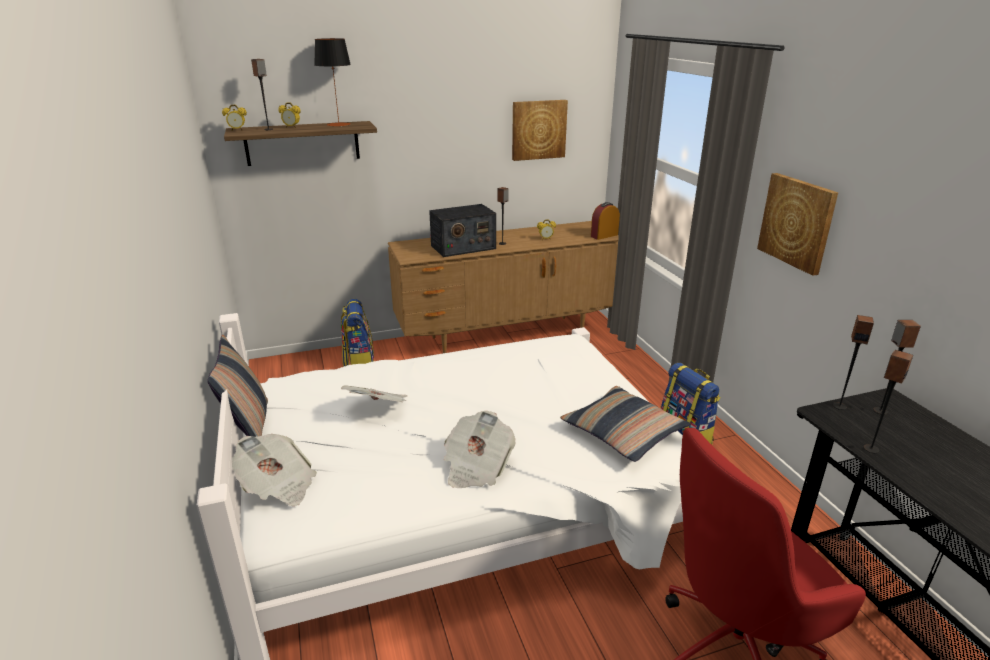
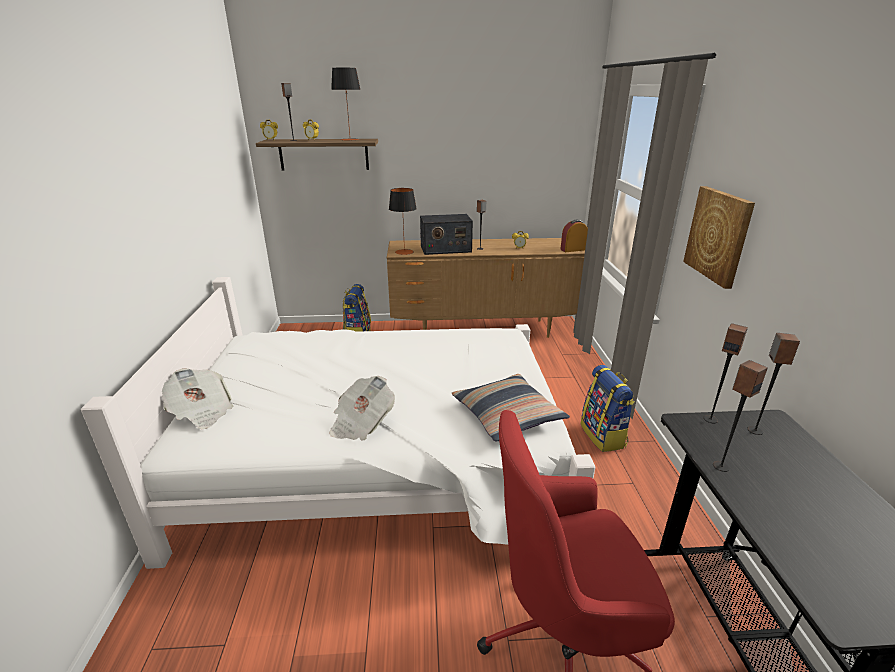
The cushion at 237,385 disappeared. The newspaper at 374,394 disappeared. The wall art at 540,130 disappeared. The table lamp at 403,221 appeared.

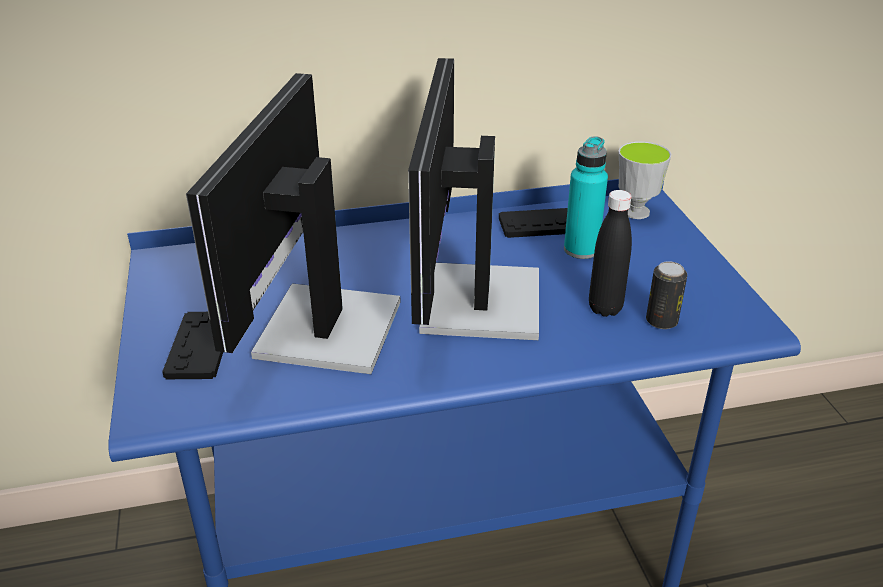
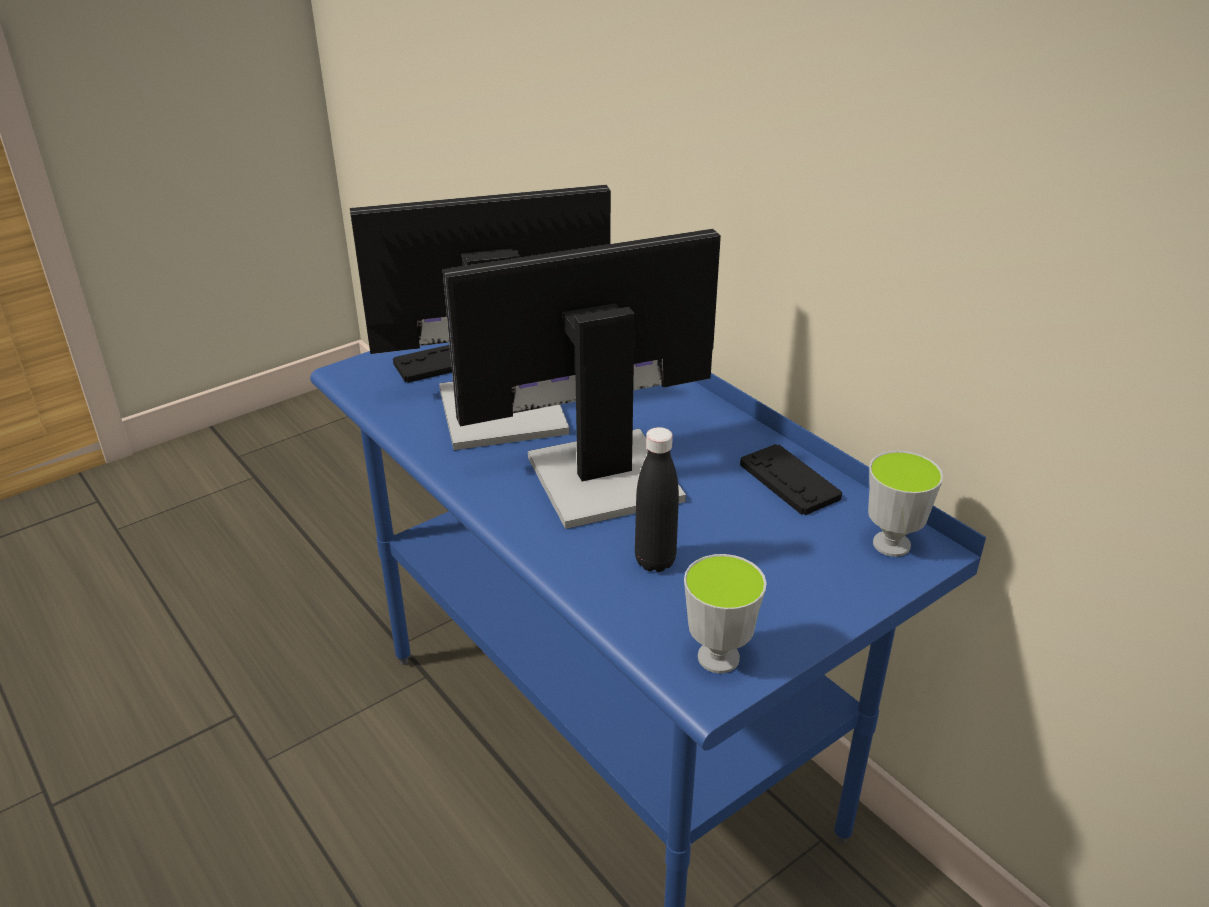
The turquoise bottle at 586,197 disappeared. The metal can at 666,295 disappeared. The cup at 725,613 appeared.

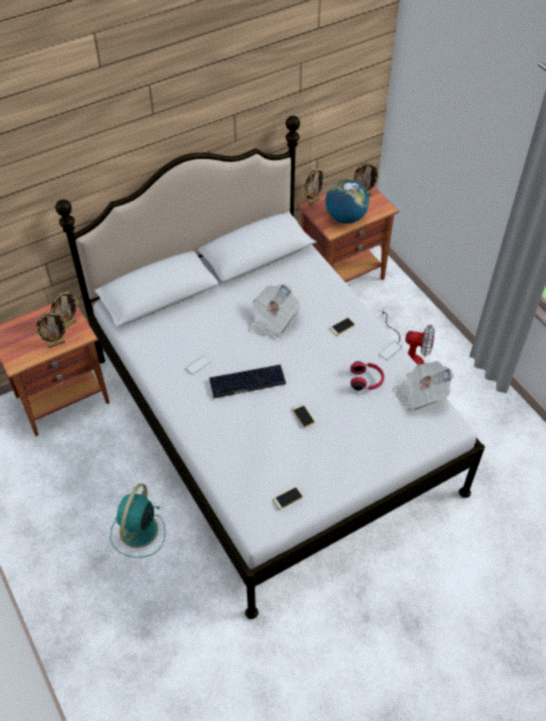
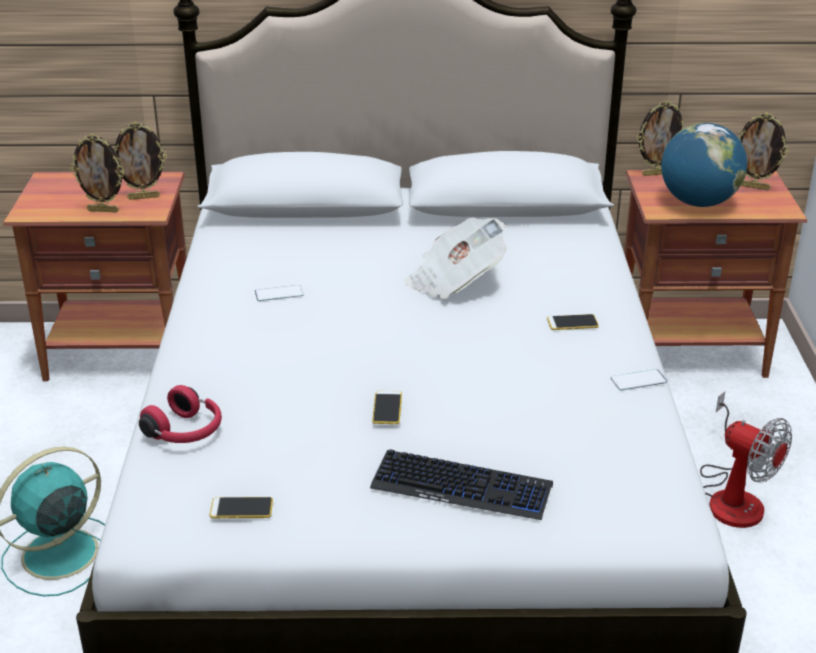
The computer keyboard moved from 247,381 to 461,484. The red headset moved from 367,376 to 180,414. The newspaper at 423,386 disappeared.

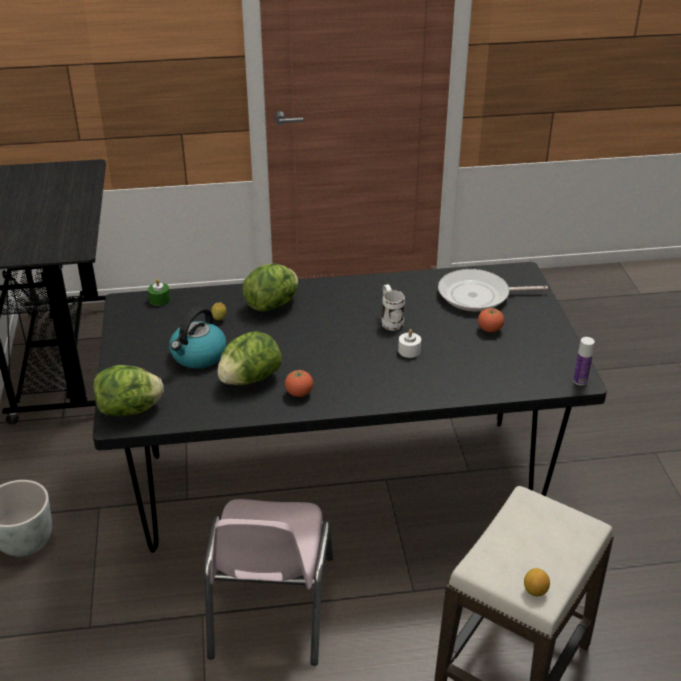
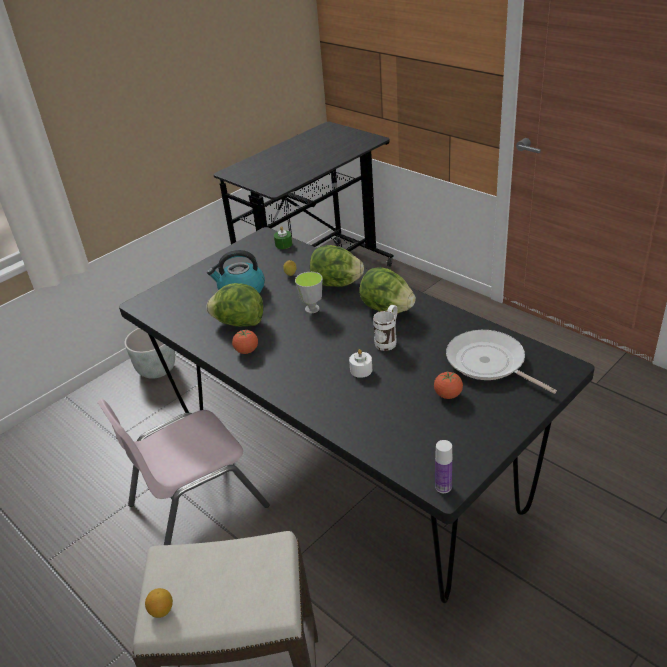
The head of lettuce moved from 128,390 to 387,290. The cup at 308,292 appeared.

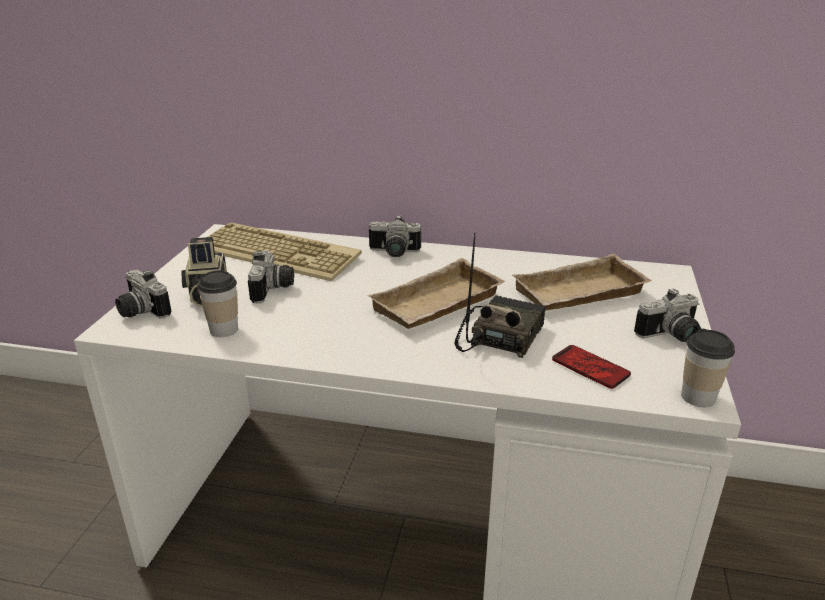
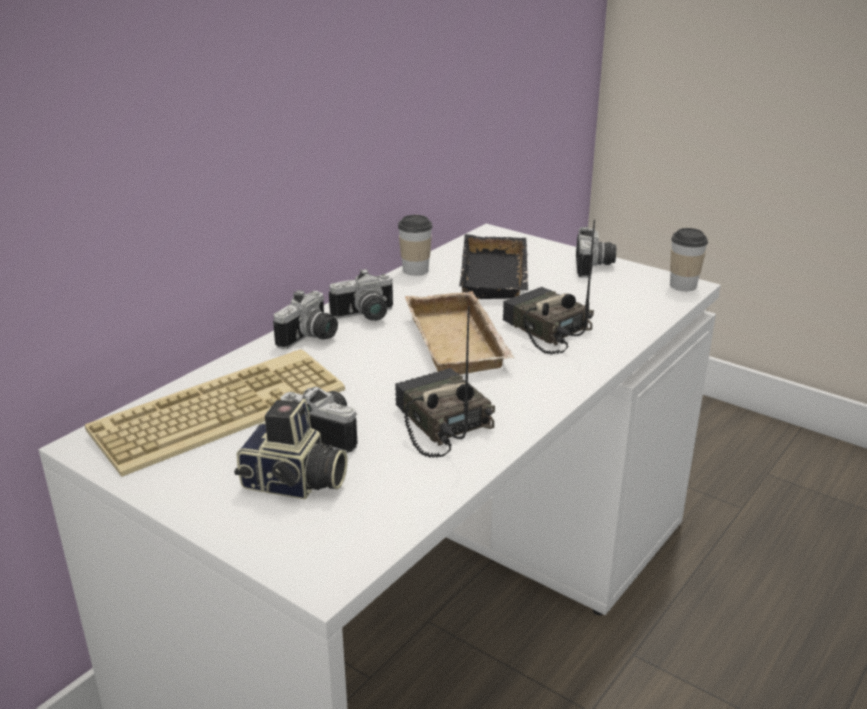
The photo camera moved from 143,293 to 361,295. The cup moved from 217,303 to 415,245. The beige serving tray at 582,282 became the black serving tray at 494,266. The handset at 591,367 disappeared. The radio receiver at 445,382 appeared.

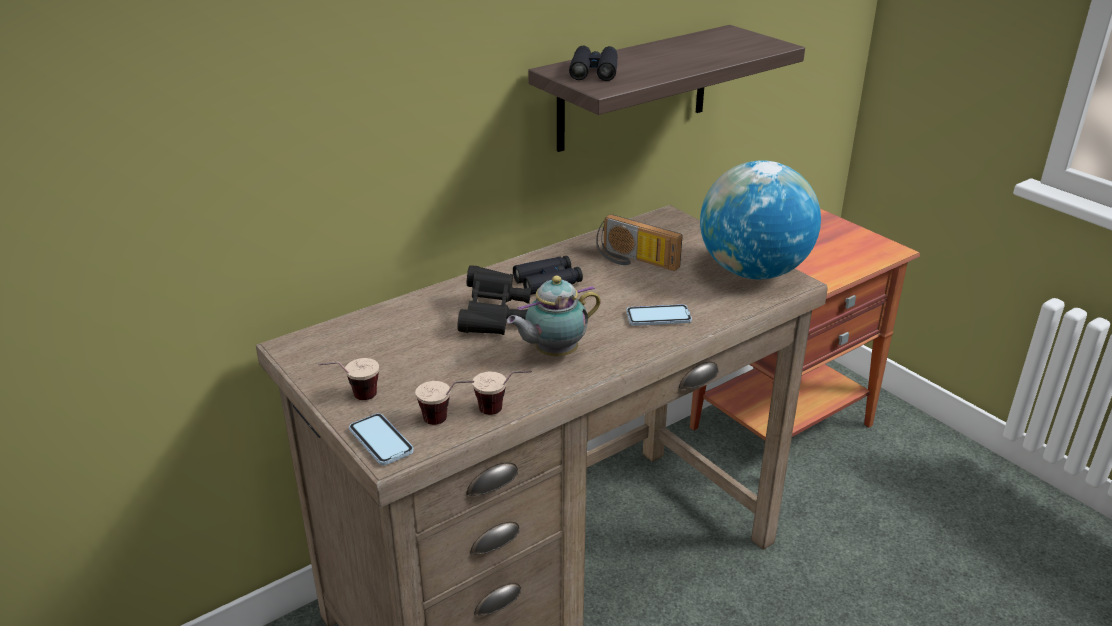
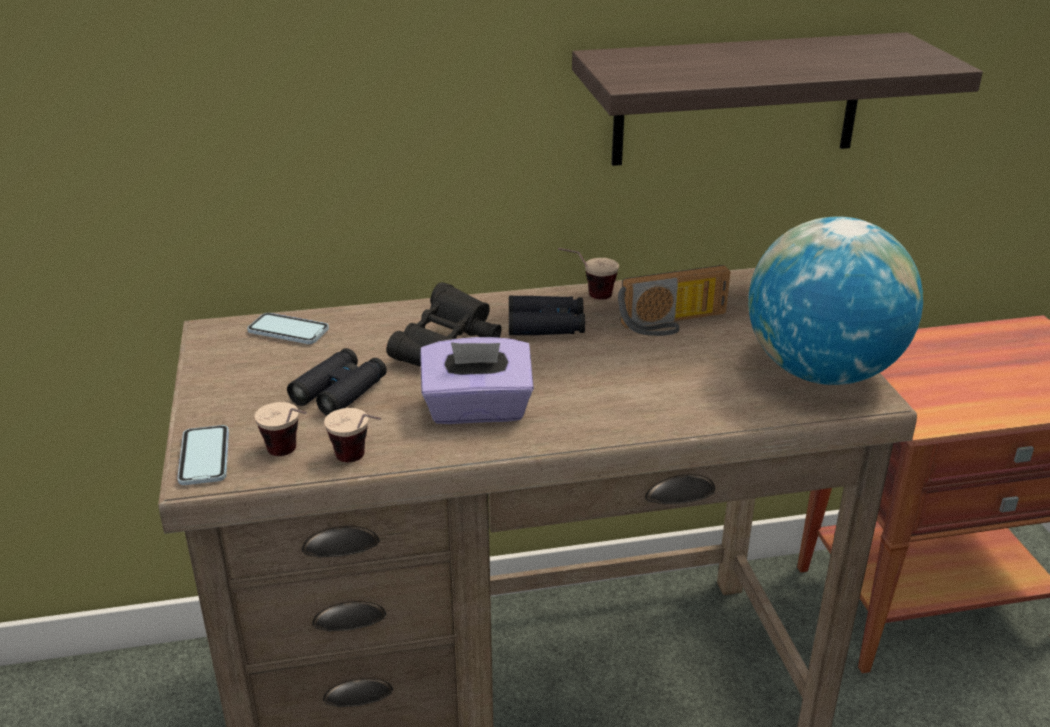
The cup moved from 348,379 to 588,274. The teapot at 553,316 was replaced by the purple box of tissues at 477,380. The black field glasses moved from 593,63 to 337,381. The radio receiver at 639,242 turned 75 degrees counterclockwise. The handset moved from 659,315 to 288,328.

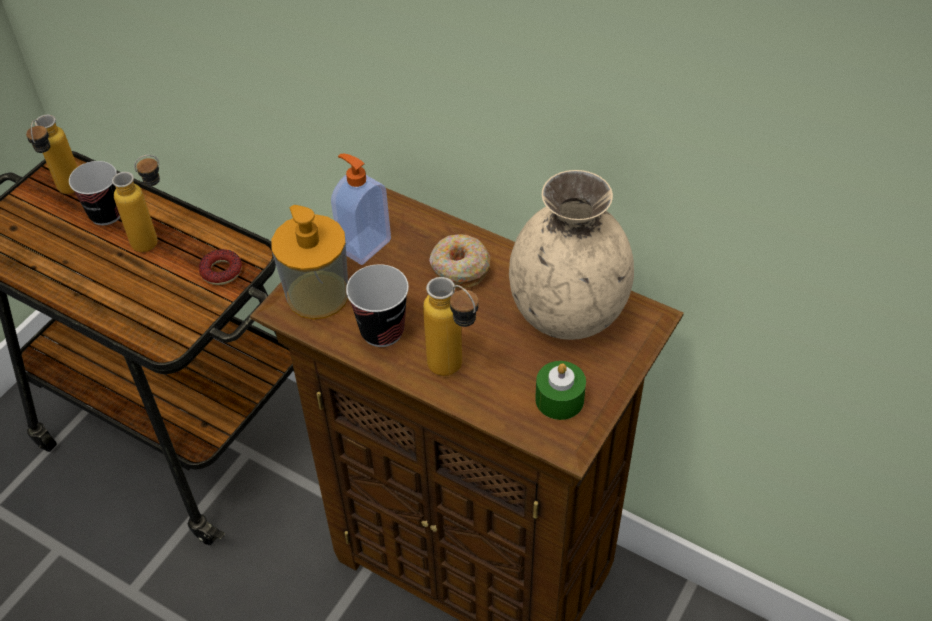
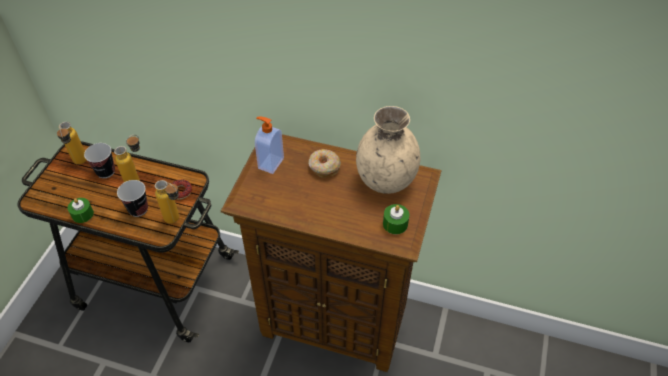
The soap bottle at 309,262 disappeared. The cup moved from 377,305 to 132,198. The bottle moved from 450,326 to 167,202. The greenish wax candle at 81,210 appeared.

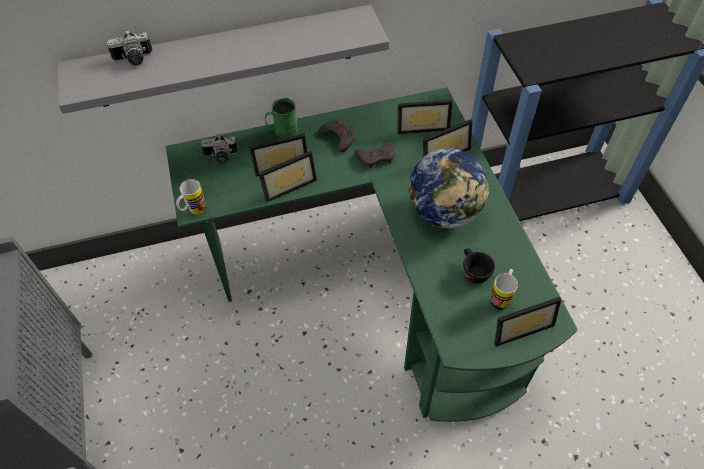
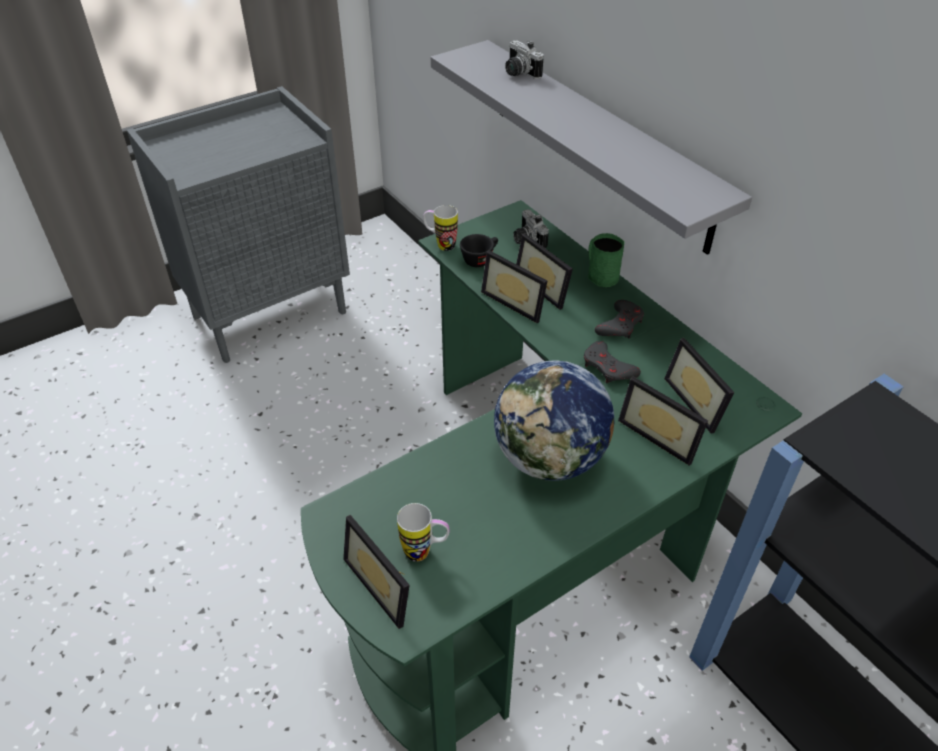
The black cup moved from 479,266 to 479,250.

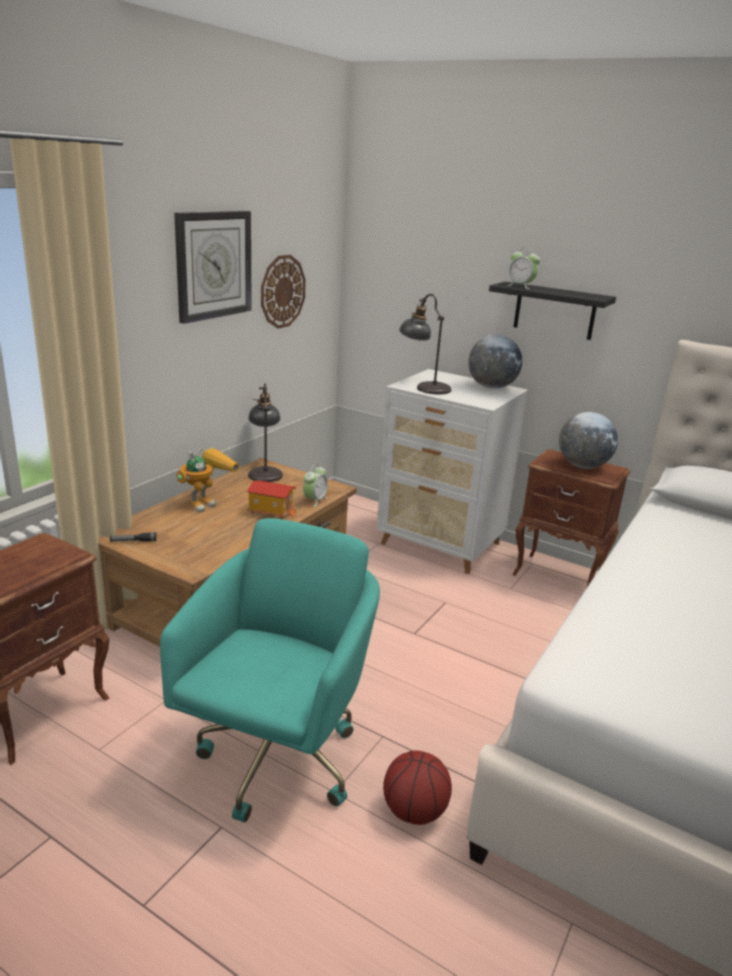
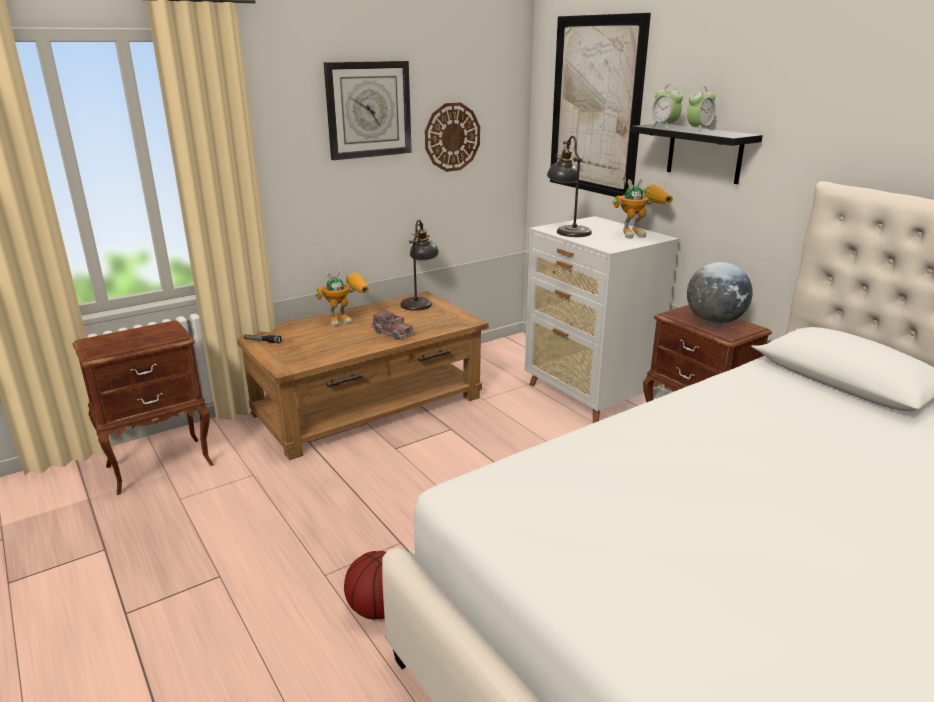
The turquoise office chair at 270,670 disappeared. The toy house at 272,499 was replaced by the toy lorry at 392,325. The bedside clock moved from 315,485 to 701,109. The desk globe at 495,362 was replaced by the model robot at 643,209. The wall art at 600,105 appeared.

